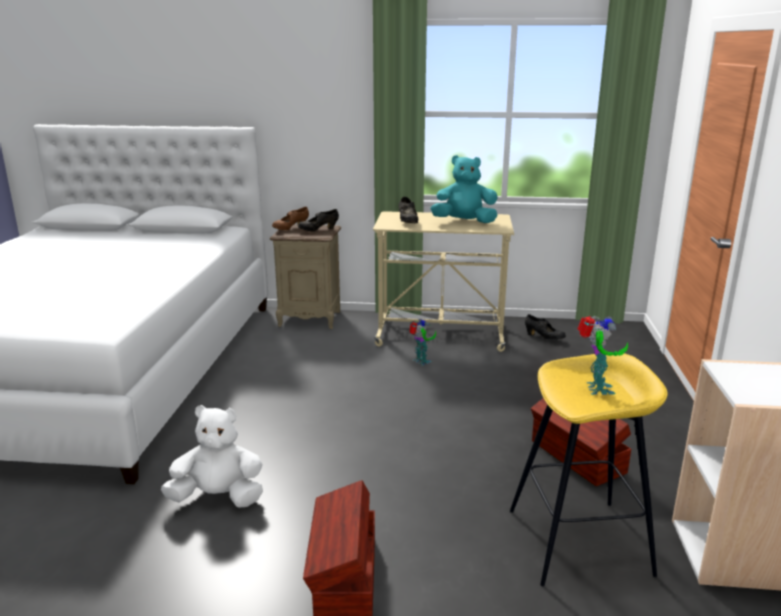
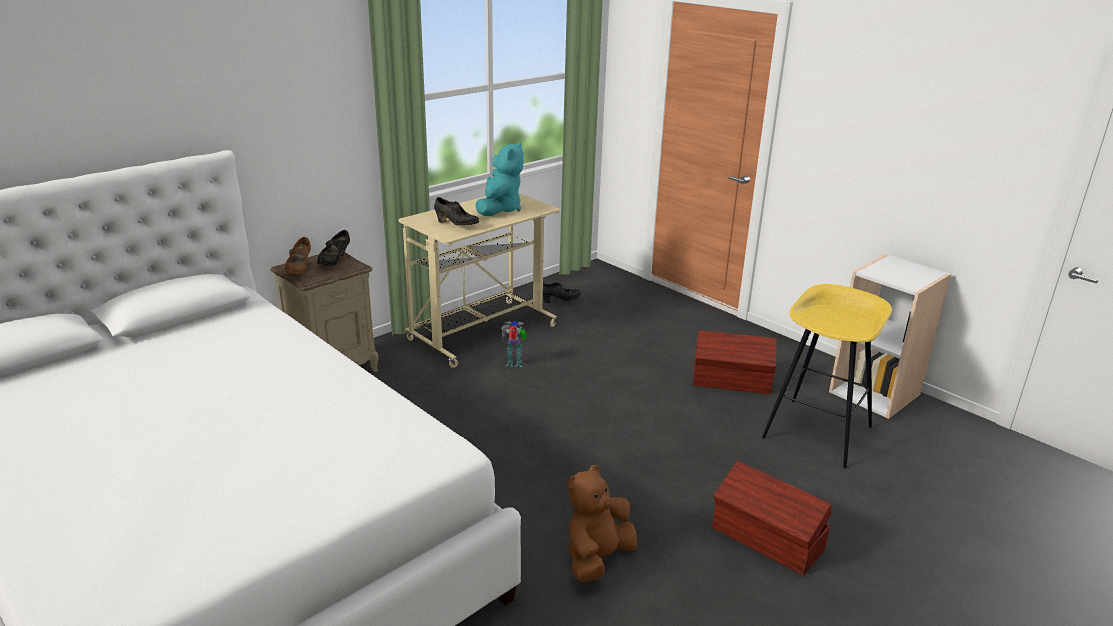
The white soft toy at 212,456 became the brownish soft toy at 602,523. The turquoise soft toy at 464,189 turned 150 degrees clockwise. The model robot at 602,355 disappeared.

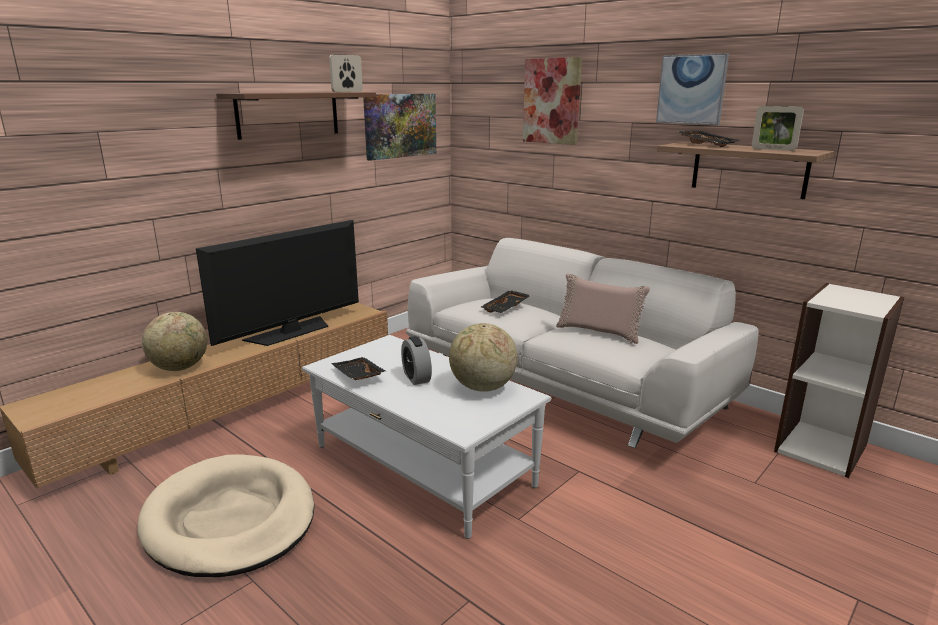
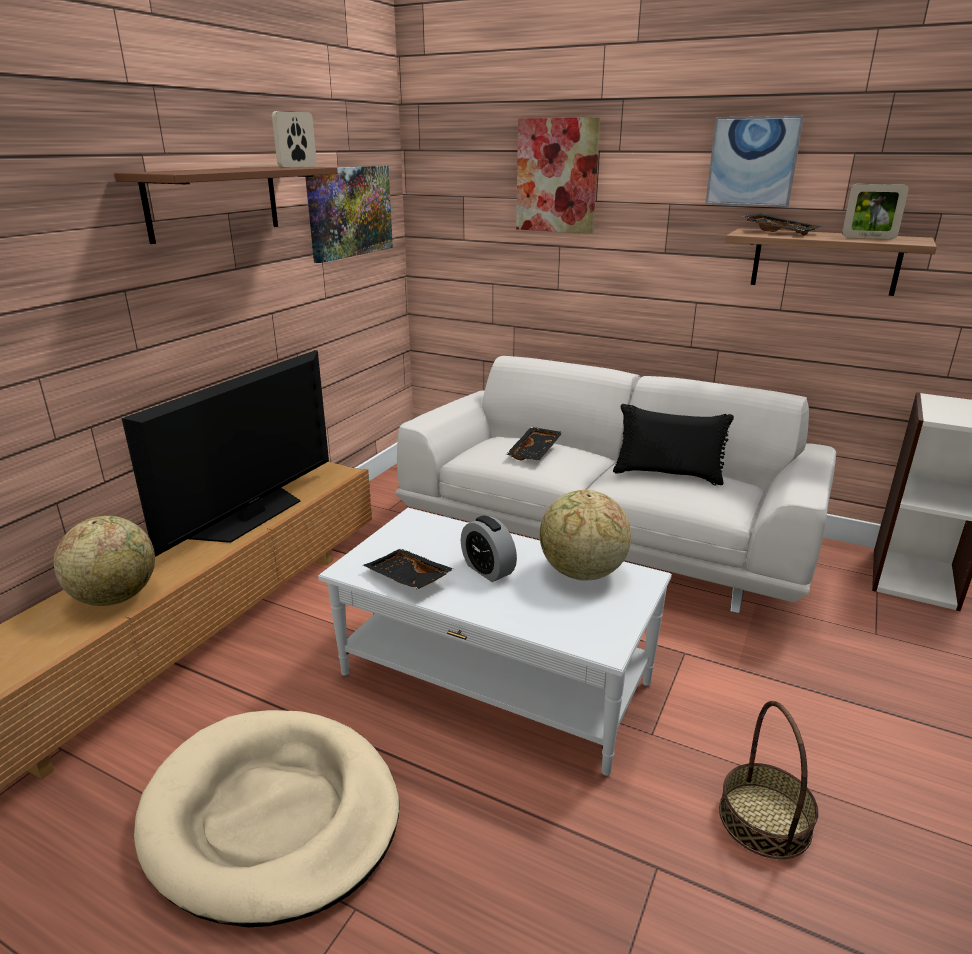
The beige cushion at 603,309 became the black cushion at 673,445. The storage basket at 768,780 appeared.

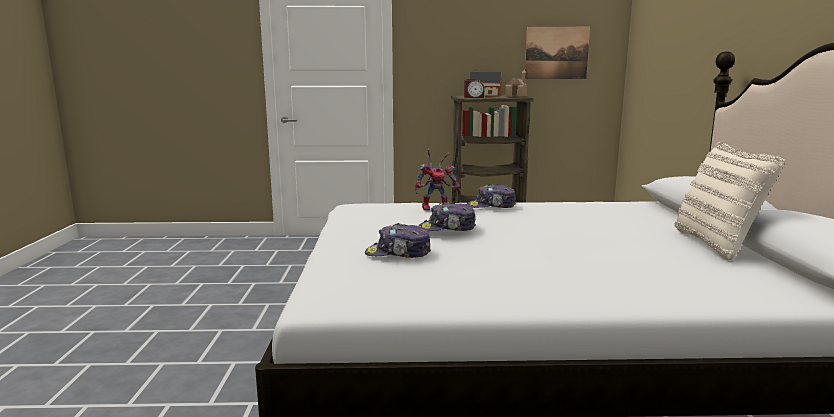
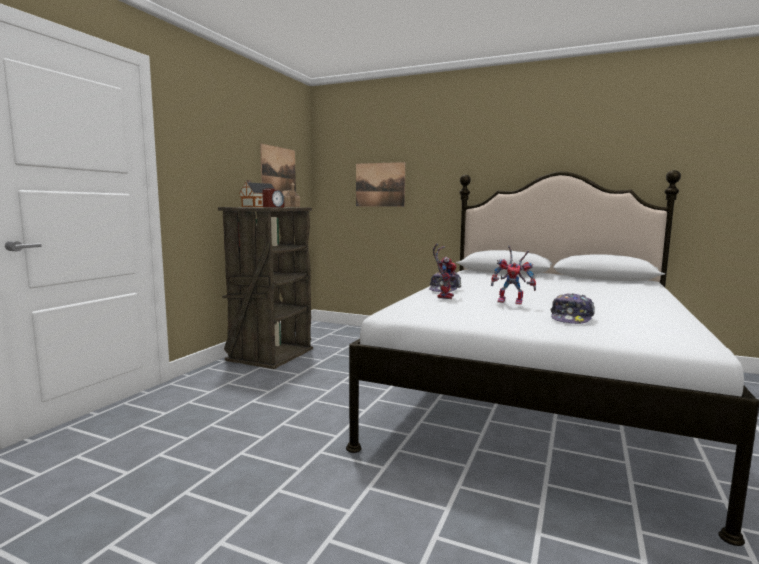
The peaked cap at 447,216 was replaced by the model robot at 513,275. The beige cushion at 729,200 disappeared. The wall art at 380,184 appeared.

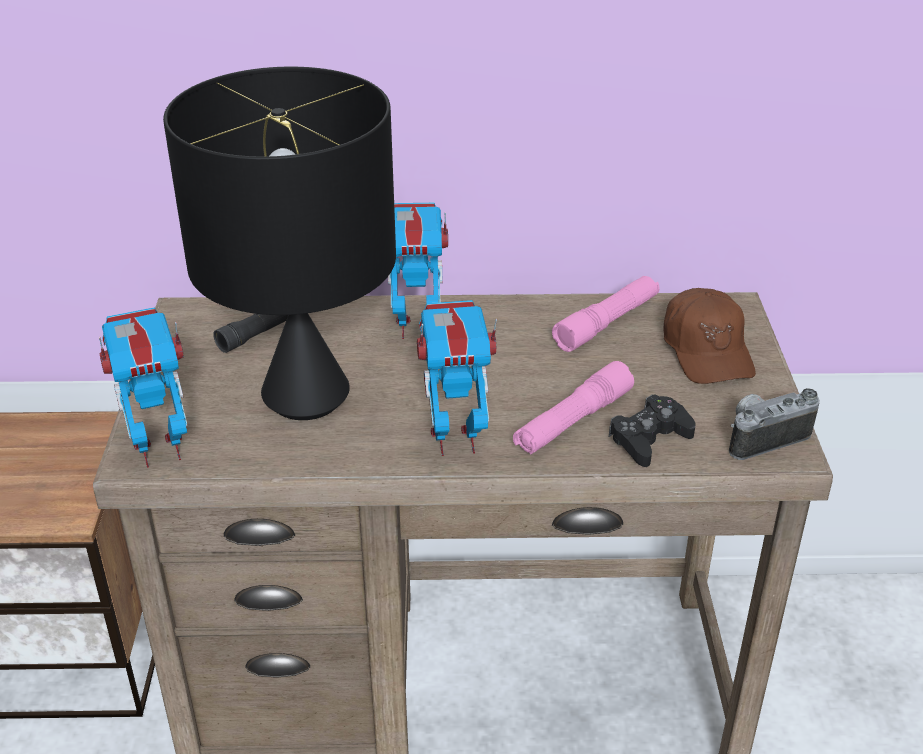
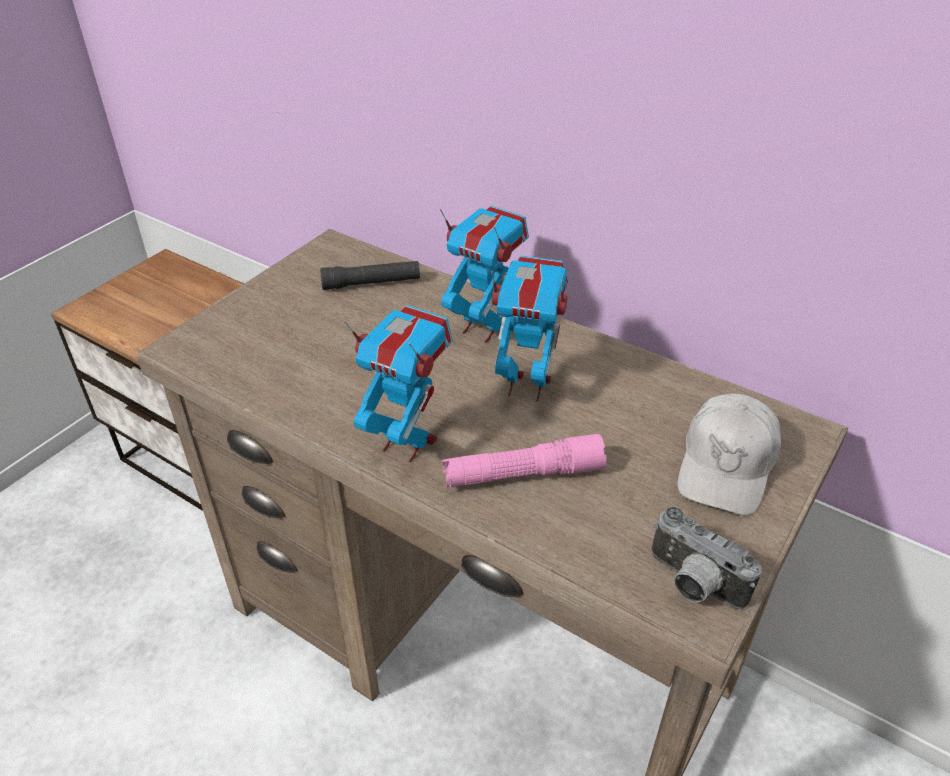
The model robot moved from 143,387 to 530,328. The black table lamp at 279,243 disappeared. The pink-coloured torch at 606,314 disappeared. The black joypad at 652,430 disappeared. The brownish peaked cap at 710,336 became the white peaked cap at 729,454. The photo camera at 774,424 turned 150 degrees counterclockwise.

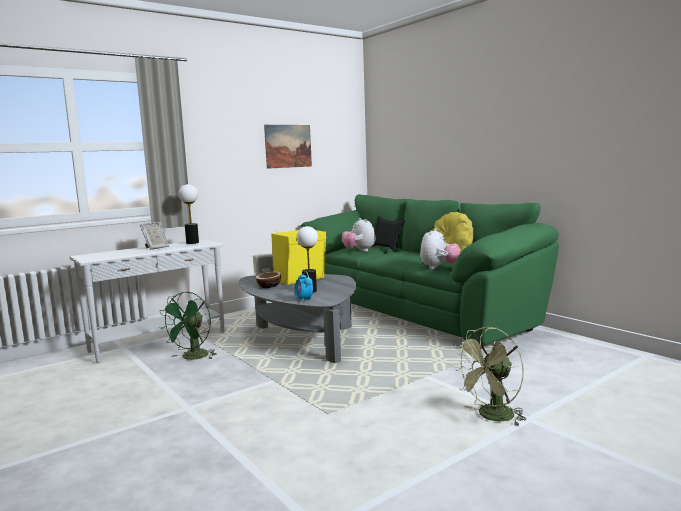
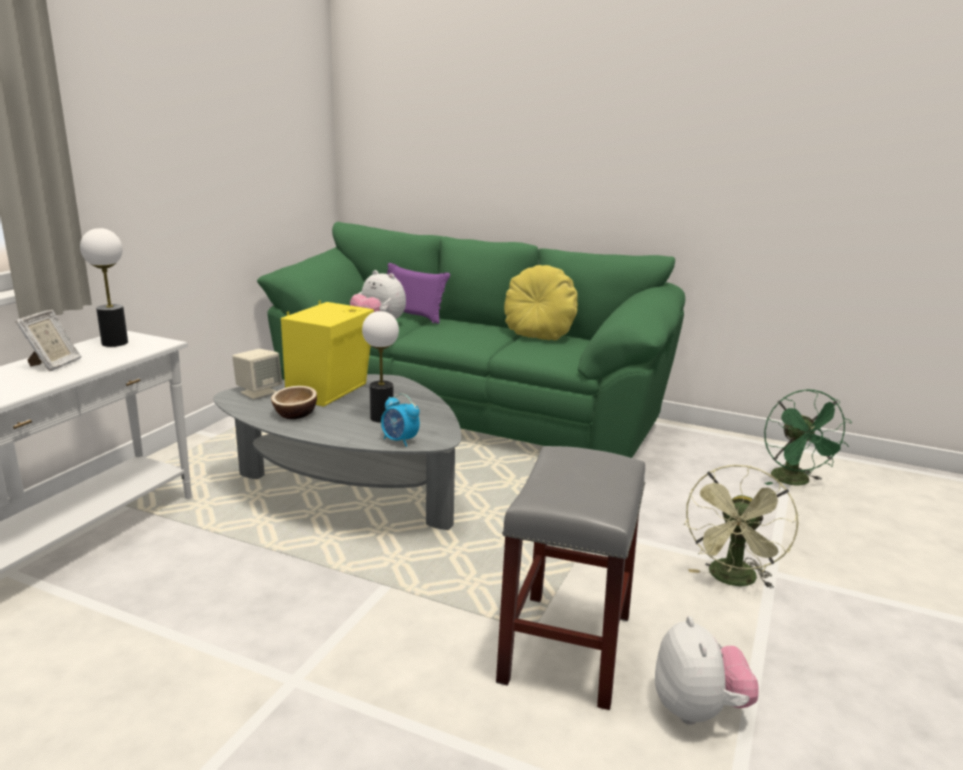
The greenish fan moved from 188,326 to 808,437. The wall art at 288,147 disappeared. The black cushion at 389,234 became the purple cushion at 418,293. The soft toy moved from 440,248 to 707,670. The gray stool seat at 570,578 appeared.

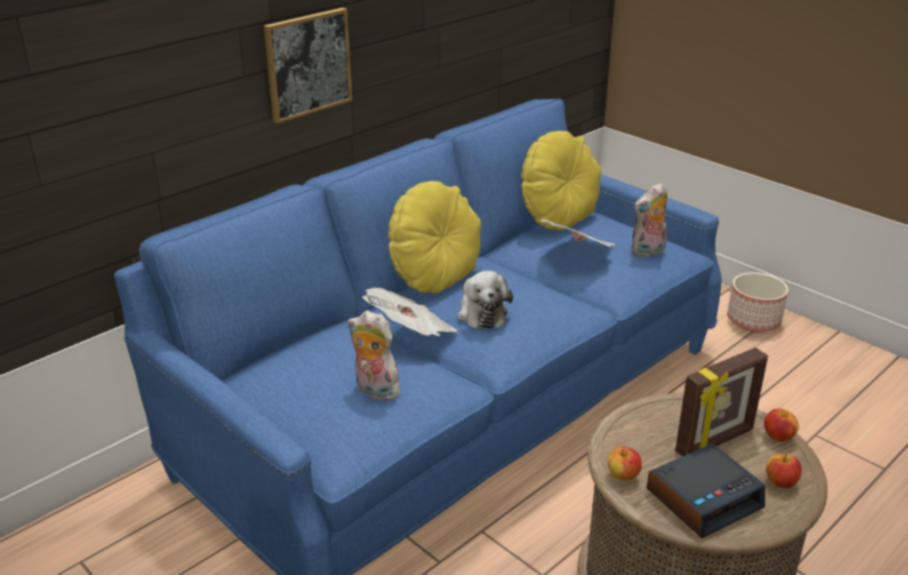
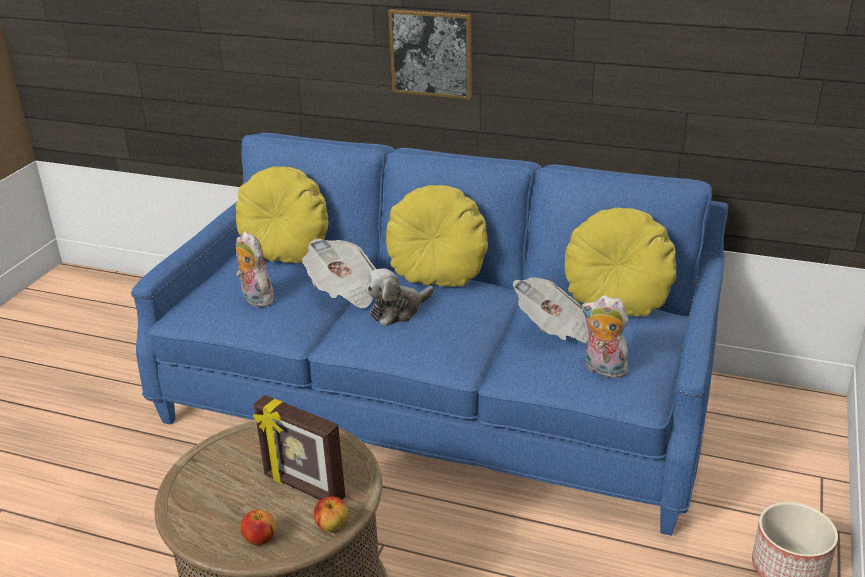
The soft toy at 374,355 turned 45 degrees counterclockwise. The apple at 624,464 disappeared. The bedside clock at 706,491 disappeared. The yellow cushion at 282,214 appeared.

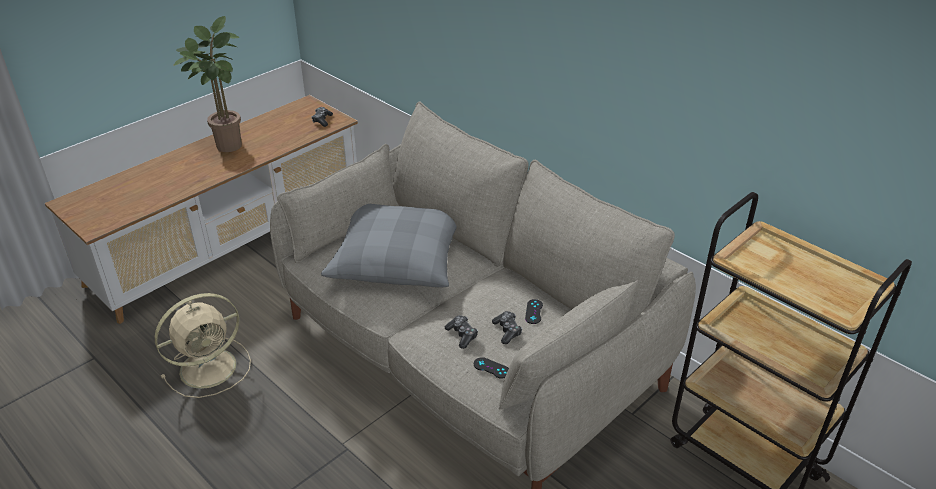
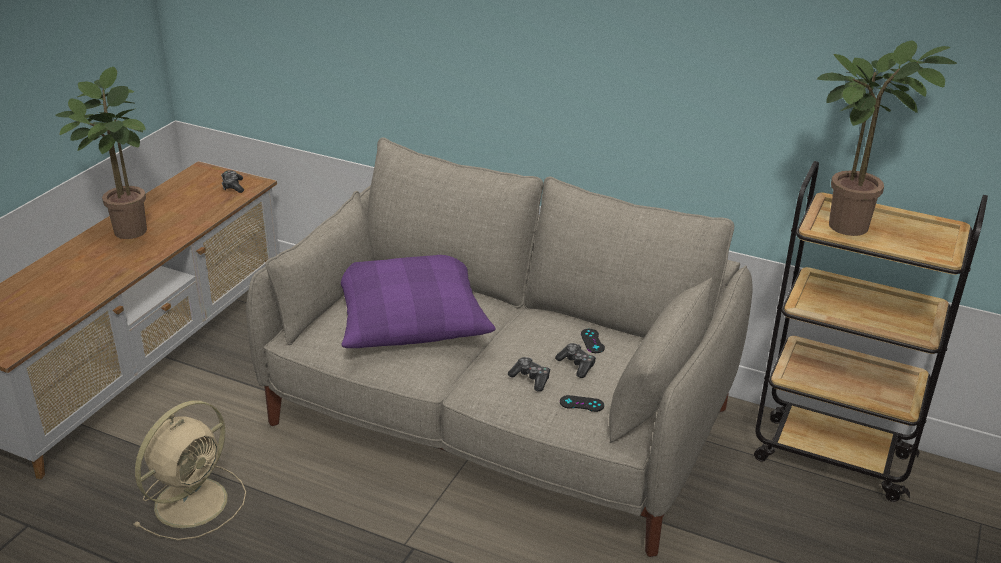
The gray cushion at 389,245 became the purple cushion at 418,301. The potted plant at 887,138 appeared.

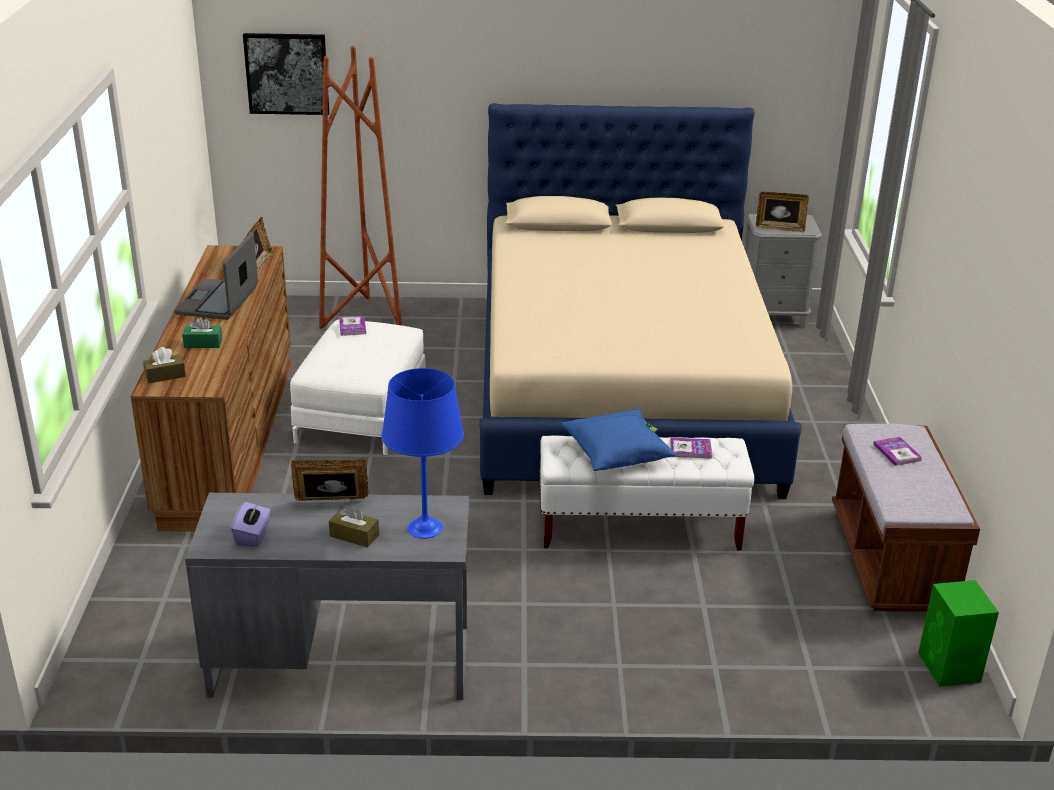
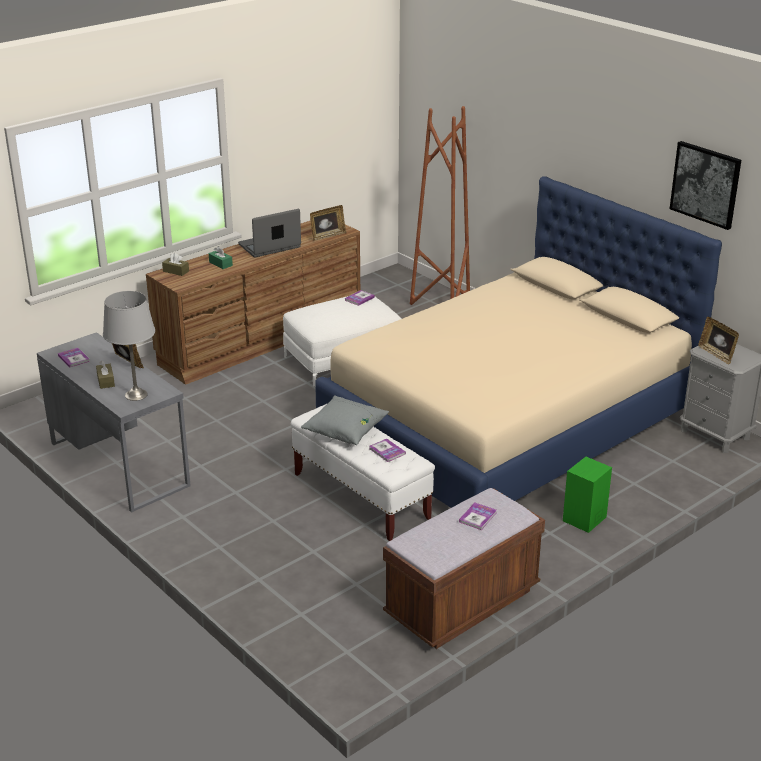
The purple box of tissues at 251,524 was replaced by the volume at 74,358. The wall art moved from 286,74 to 705,185. The bluish table lamp at 423,453 became the gray table lamp at 129,346. The bluish cushion at 618,440 became the gray cushion at 345,420. The greenish speaker moved from 958,633 to 587,495.

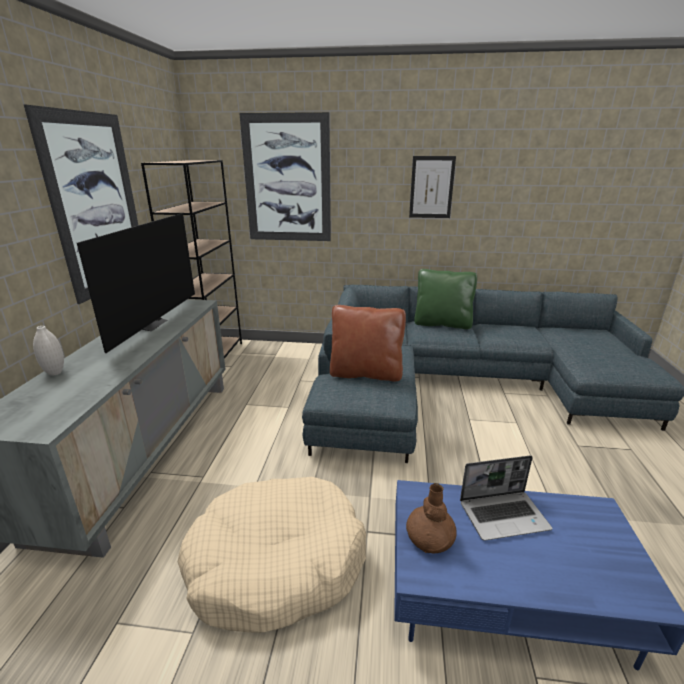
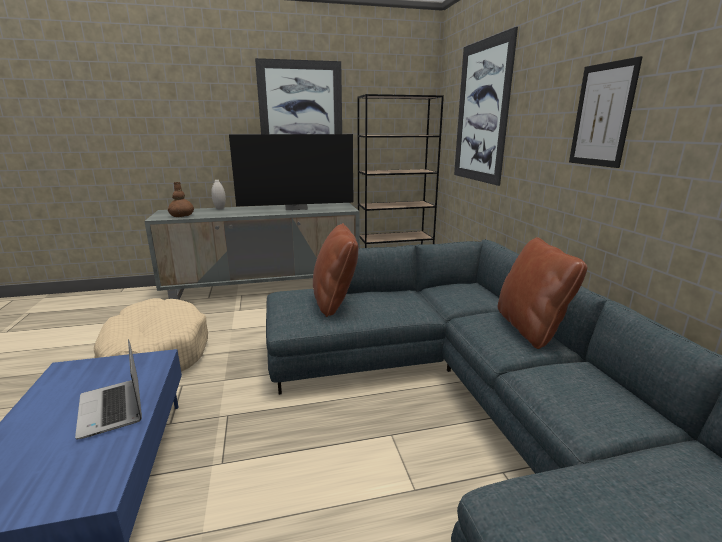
The brownish vase moved from 431,518 to 181,199. The greenish cushion at 445,299 became the brownish cushion at 542,293.

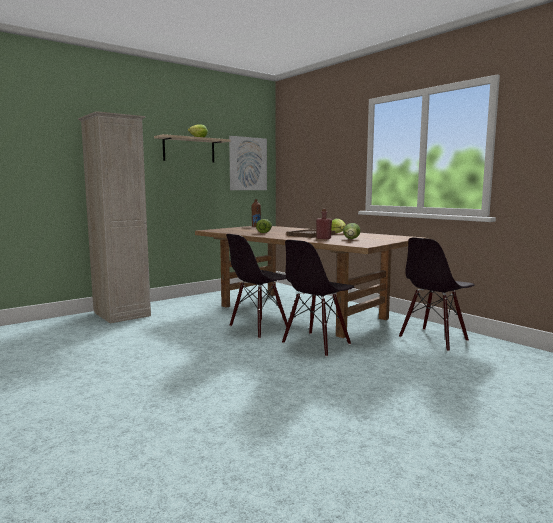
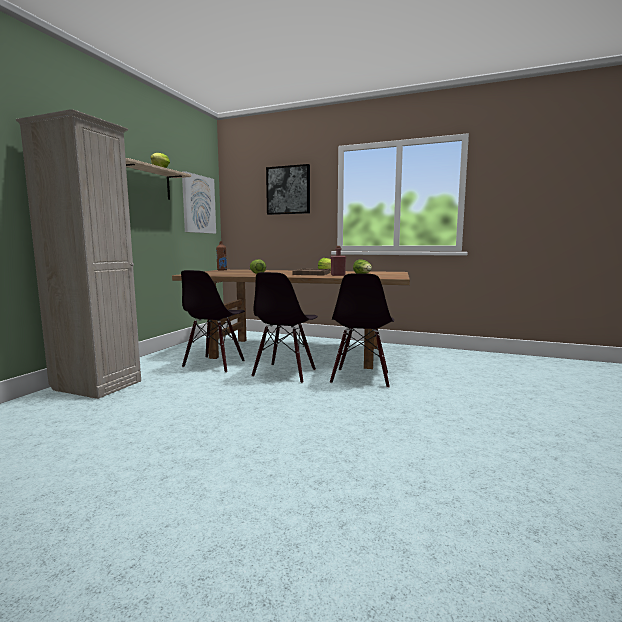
The black plain chair moved from 437,294 to 213,321. The wall art at 288,189 appeared.

